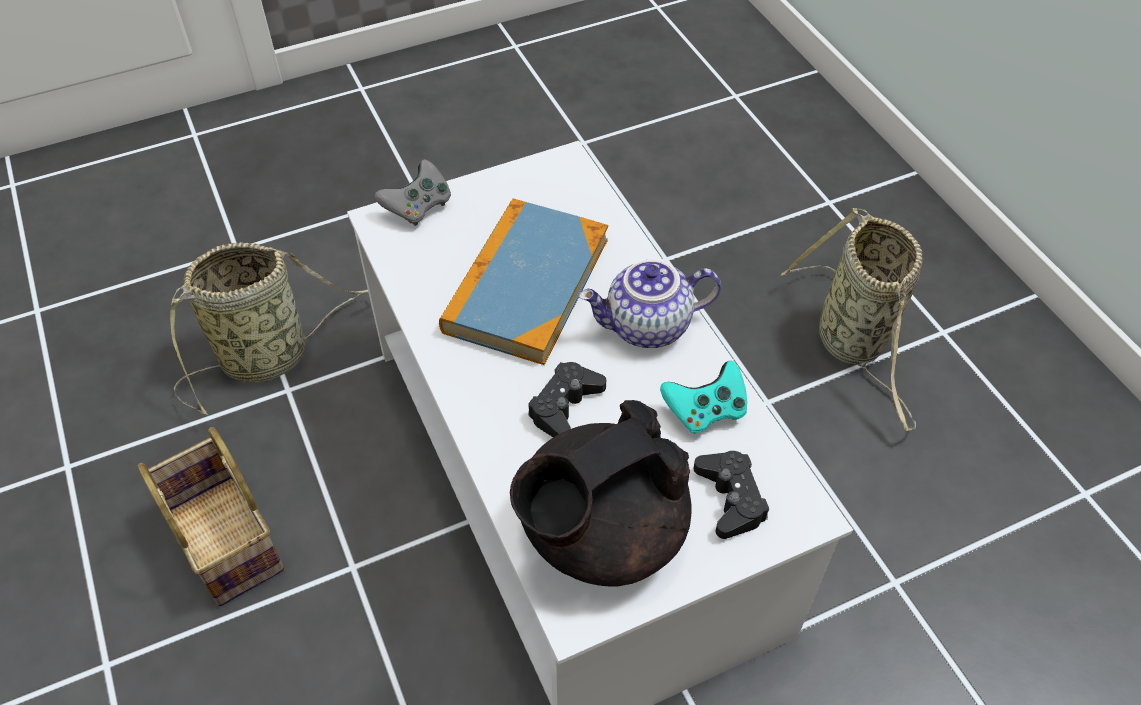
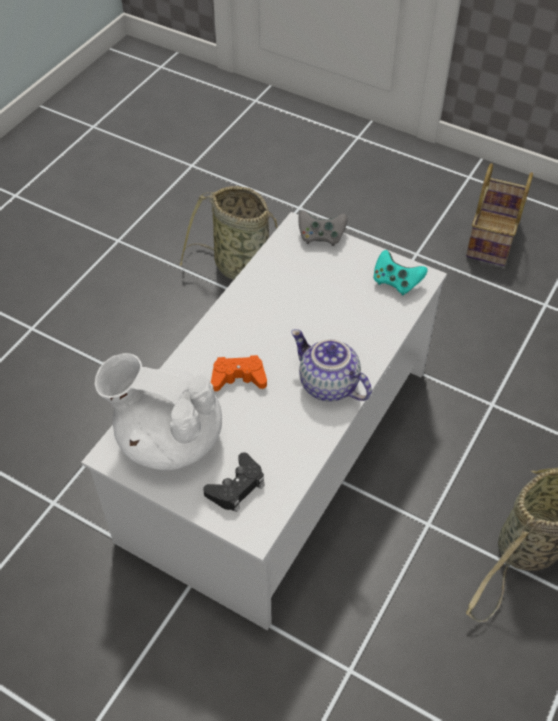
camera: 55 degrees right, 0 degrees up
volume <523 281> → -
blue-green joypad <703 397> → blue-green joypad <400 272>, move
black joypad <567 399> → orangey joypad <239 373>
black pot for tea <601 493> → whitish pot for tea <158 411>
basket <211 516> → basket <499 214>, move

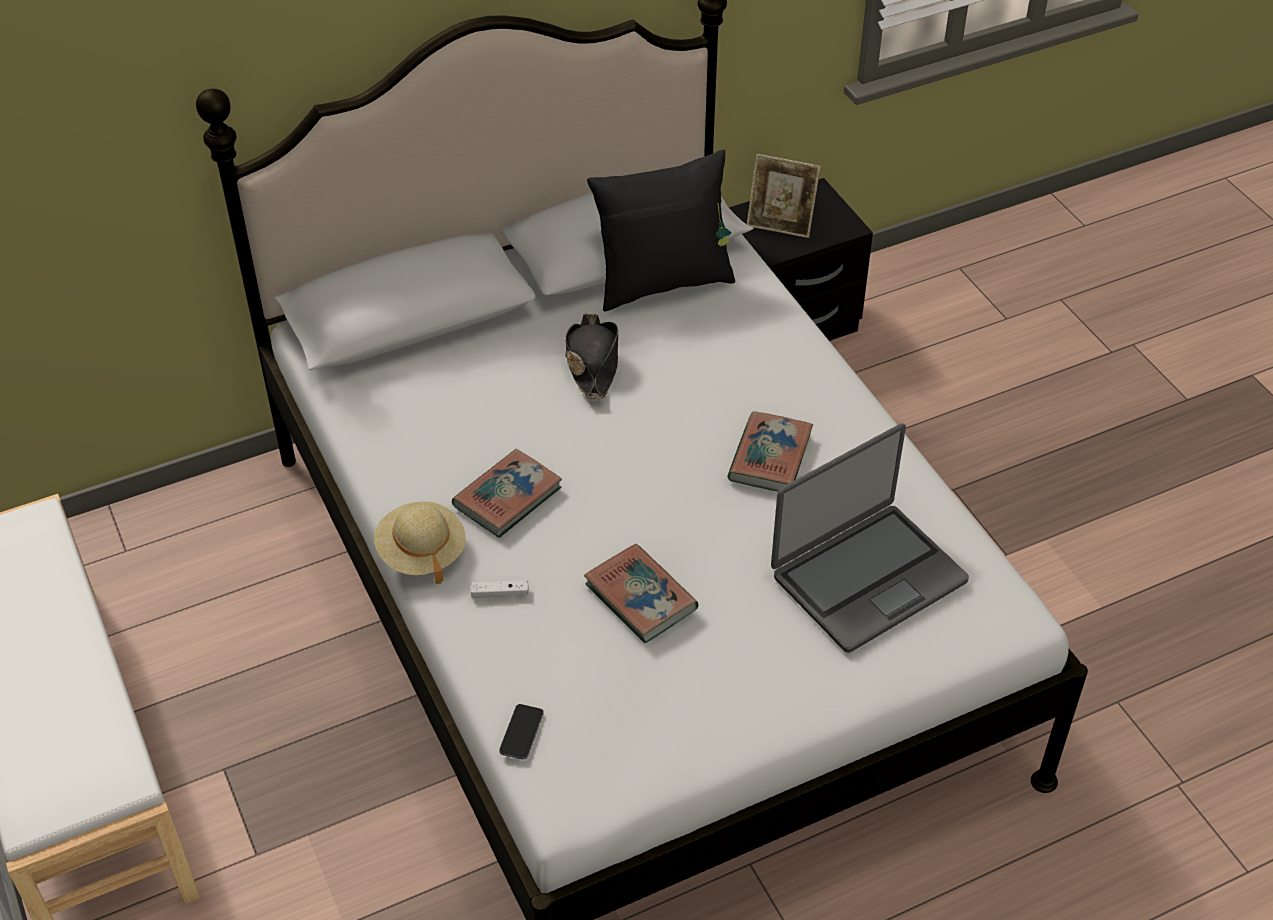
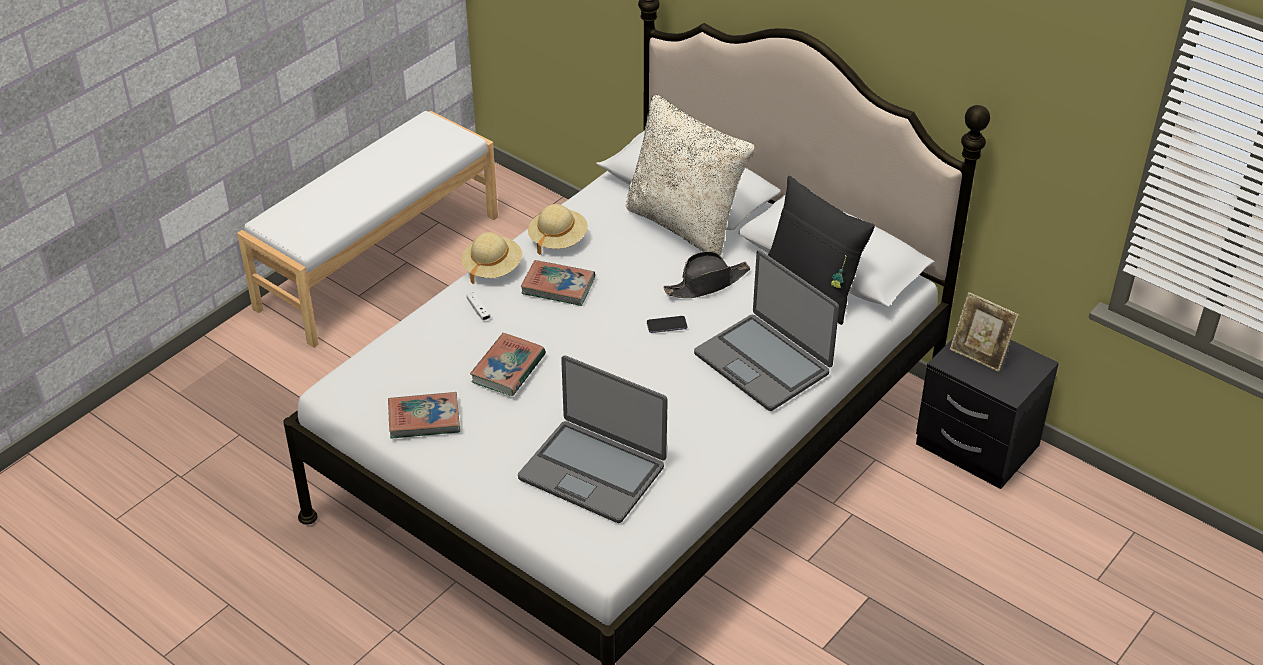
camera: 65 degrees right, 5 degrees down
photo frame <784 196> → photo frame <984 332>, 45 degrees counterclockwise
volume <770 451> → volume <424 415>, move
phone <521 732> → phone <667 324>, move
- → sand-coloured pillow <691 174>
- → sand-coloured wearable hat <558 229>
- → portable computer <766 330>

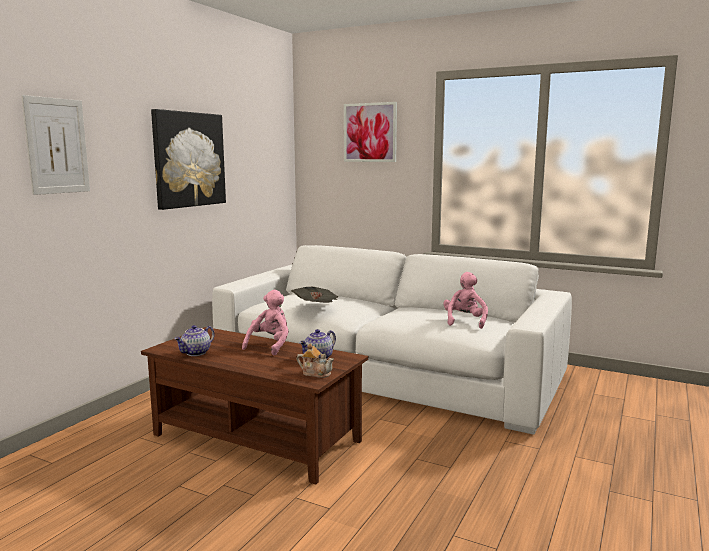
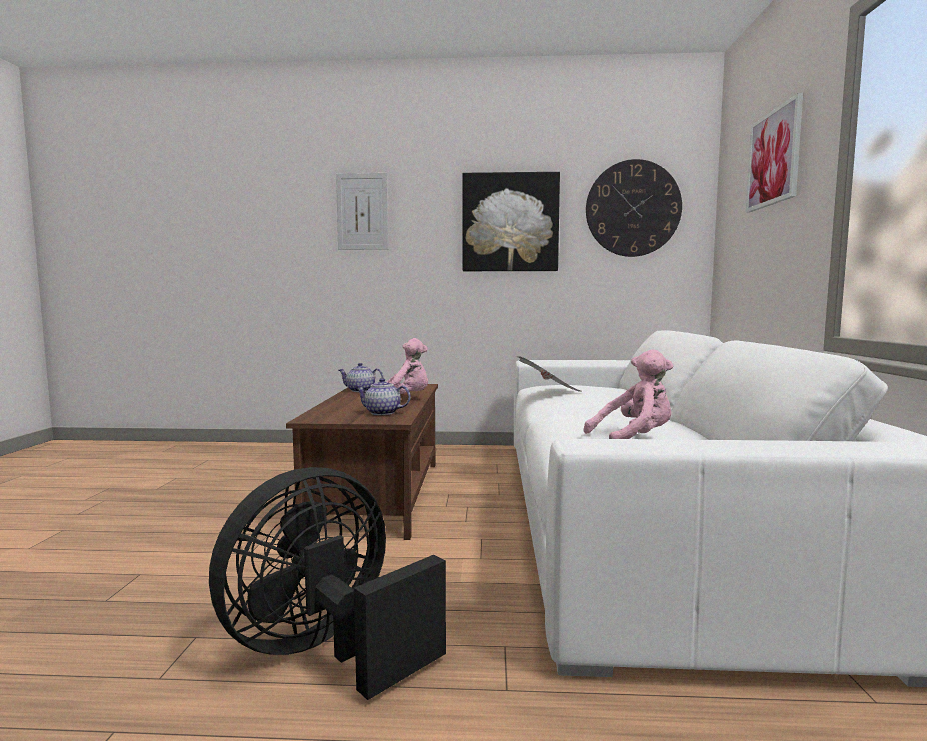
camera: 65 degrees right, 5 degrees down
pot for tea <315 361> → -
- → hanging clock <634 208>
- → black fan <327 583>

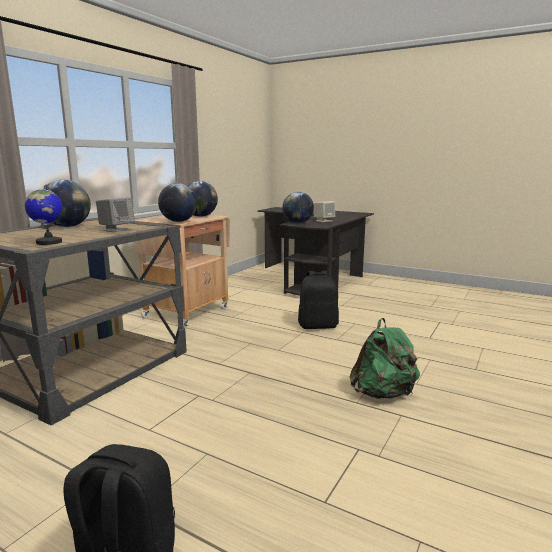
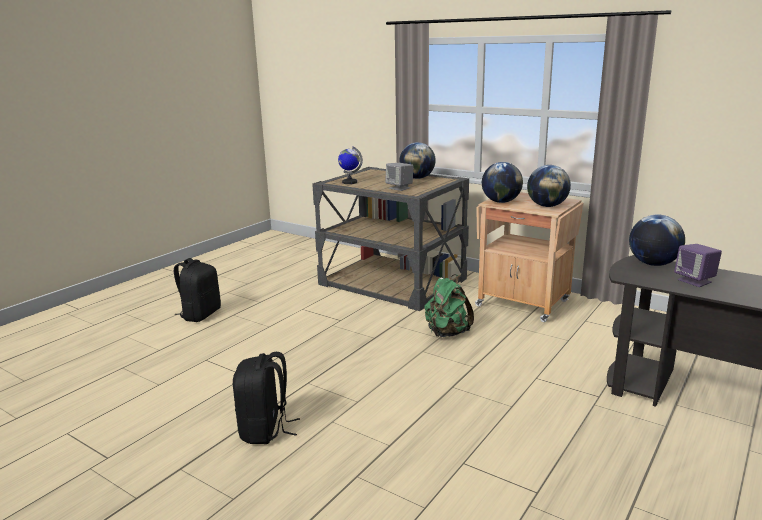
camera: 95 degrees right, 5 degrees up
sand-coloured audio speaker <324 211> → purple audio speaker <698 265>
black rucksack <318 300> → black rucksack <266 398>, move
greenish rucksack <385 358> → greenish rucksack <449 305>, move

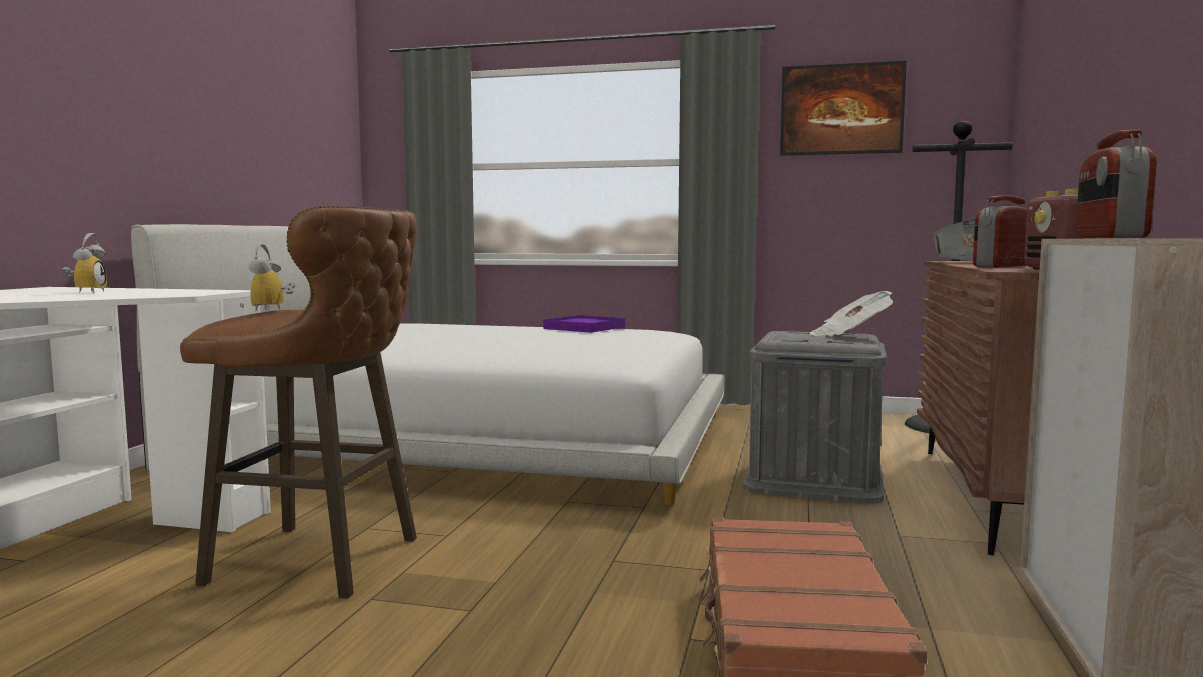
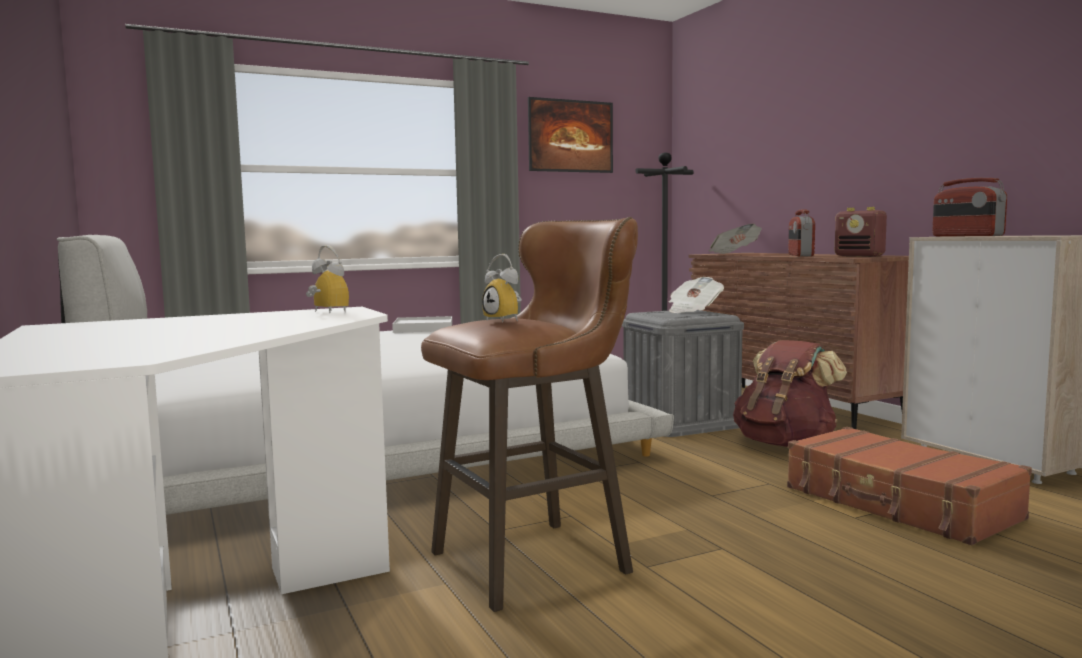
camera: 40 degrees left, 0 degrees up
alarm clock <84 263> → alarm clock <327 279>, move
purple tray <584 324> → whitish tray <422 324>
- → brownish rucksack <790 393>

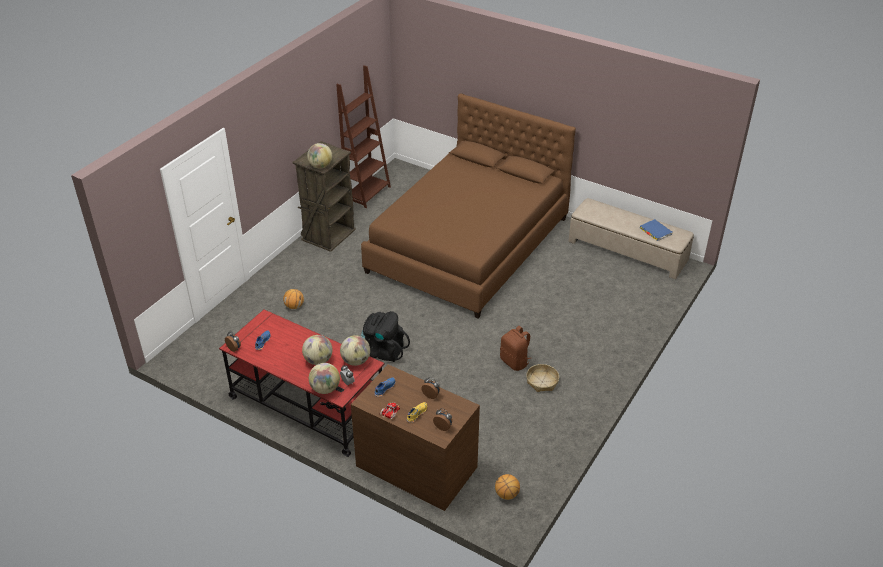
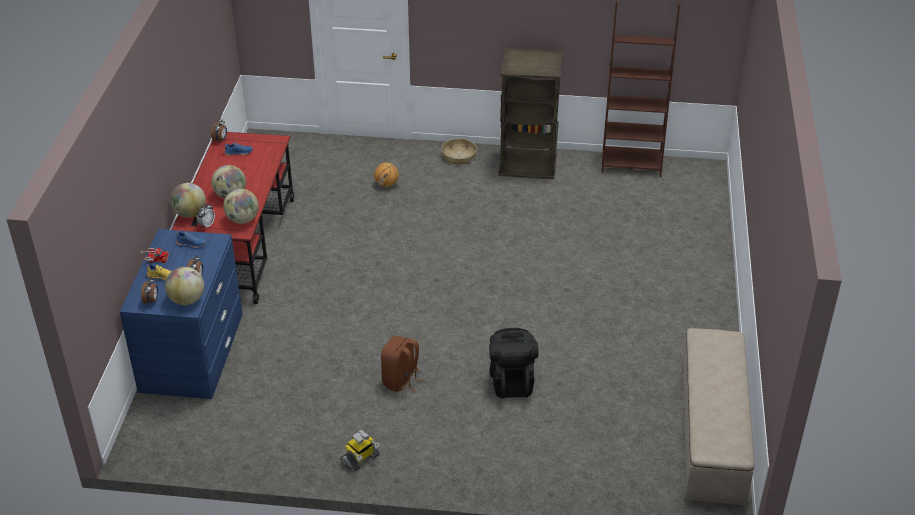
camera: 65 degrees right, 0 degrees up
brownish bedroom bed <468 206> → -
world globe <319 155> → world globe <184 286>, move
blue-coloured volume <656 230> → -
black rucksack <385 336> → black rucksack <514 363>, move
brownish dresser <415 437> → blue-coloured dresser <181 314>
basket <542 378> → basket <459 151>, move
basketball ball <507 487> → -
- → toy robot <360 451>

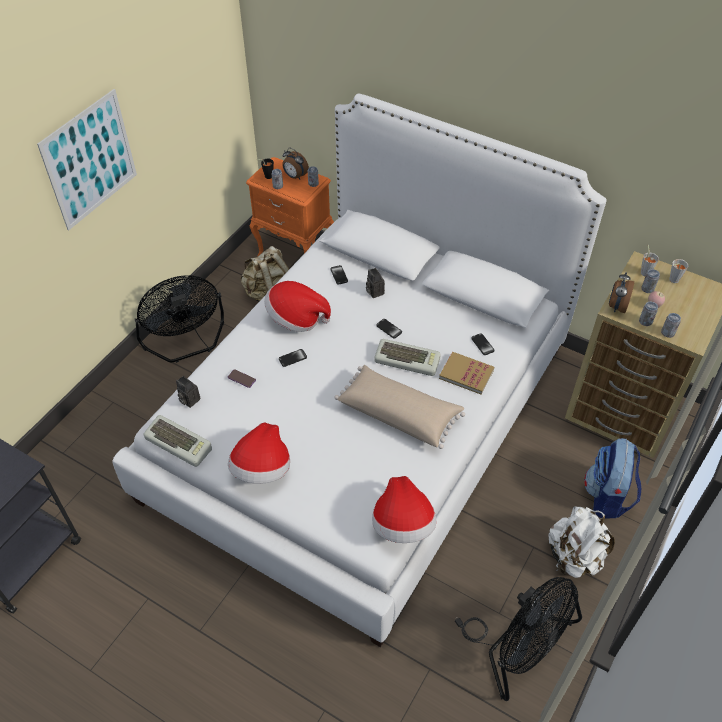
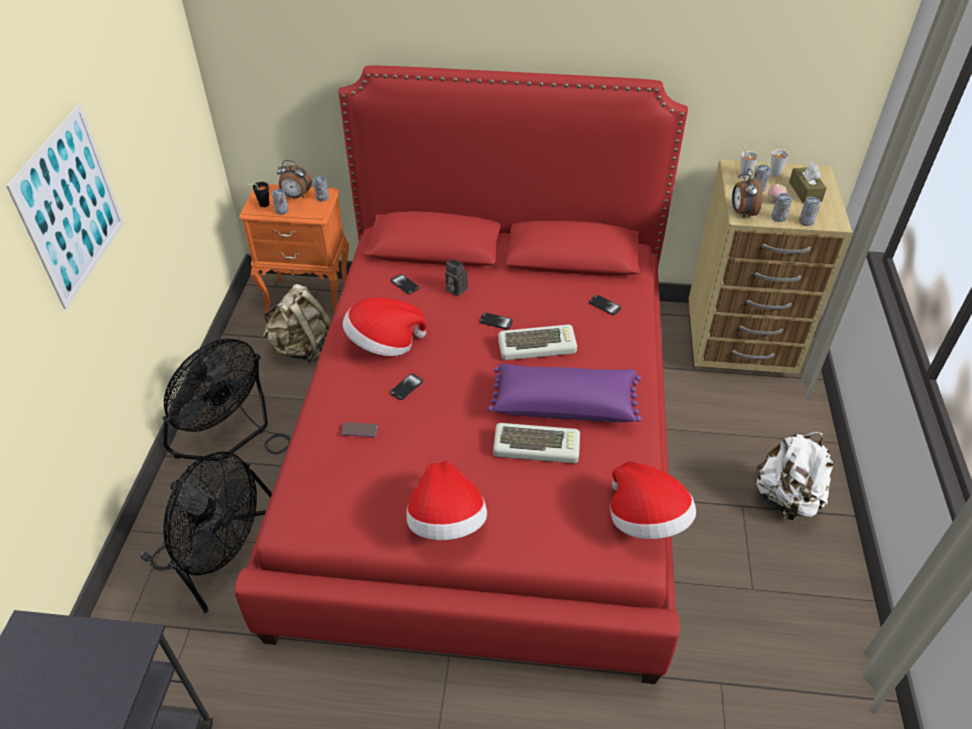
camera: 25 degrees left, 5 degrees down
whitish bedroom bed <359 370> → red-coloured bedroom bed <461 374>
volume <466 373> → -
sand-coloured pillow <399 407> → purple pillow <565 392>
still camera <188 392> → -
PC keyboard <178 441> → PC keyboard <536 443>, move
rucksack <612 478> → -
black fan <518 639> → black fan <206 532>, move
- → brownish box of tissues <808 182>

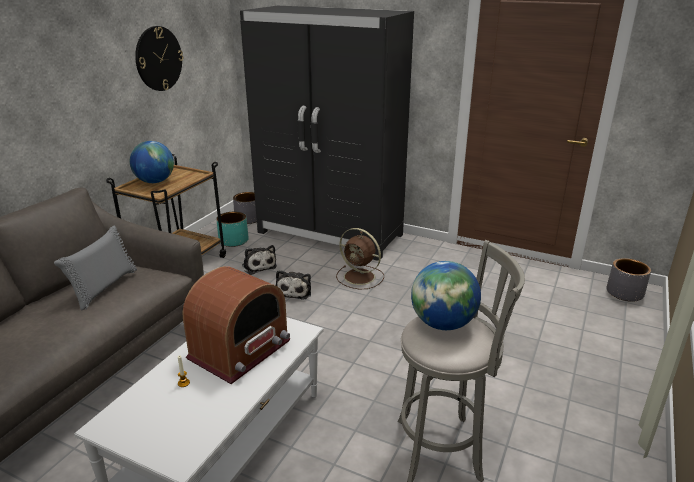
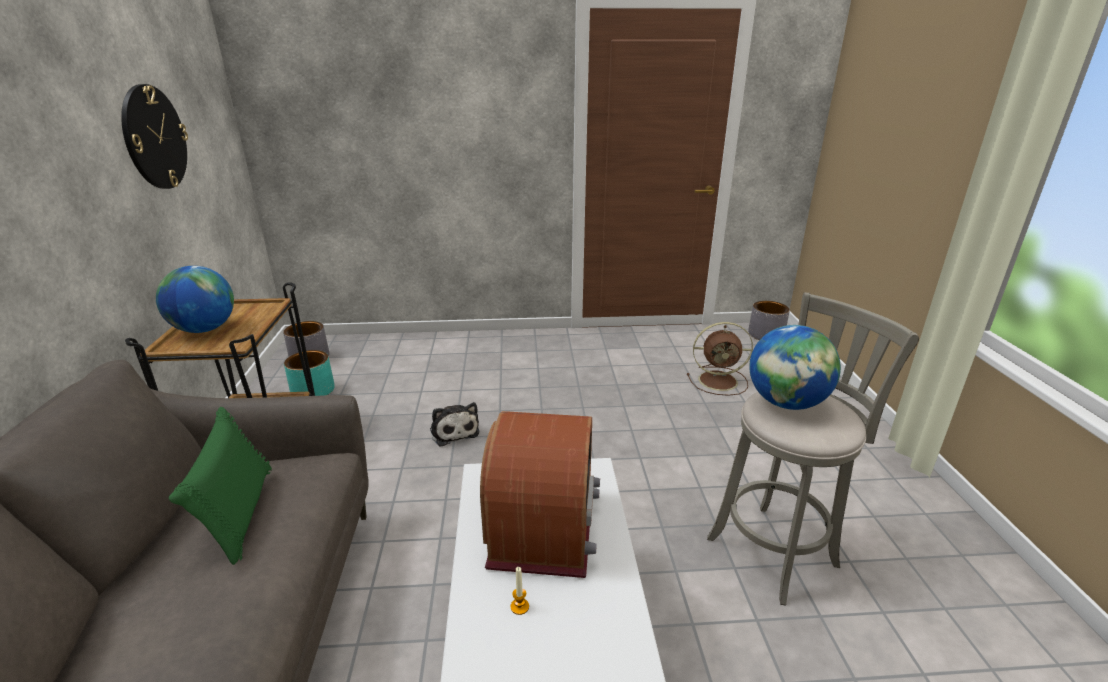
camera: 30 degrees left, 0 degrees up
black cabinet <327 133> → -
grey pillow <95 268> → greenish pillow <220 486>
brownish fan <360 259> → brownish fan <720 359>, move
plush toy <259 260> → -

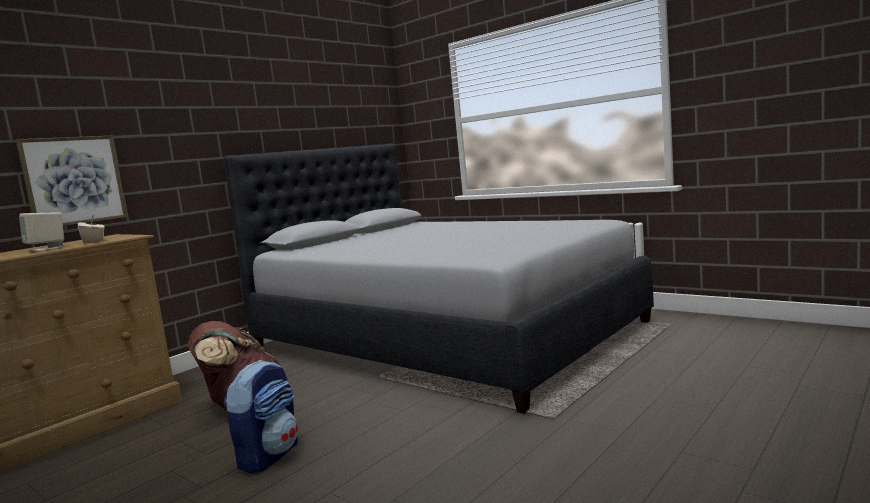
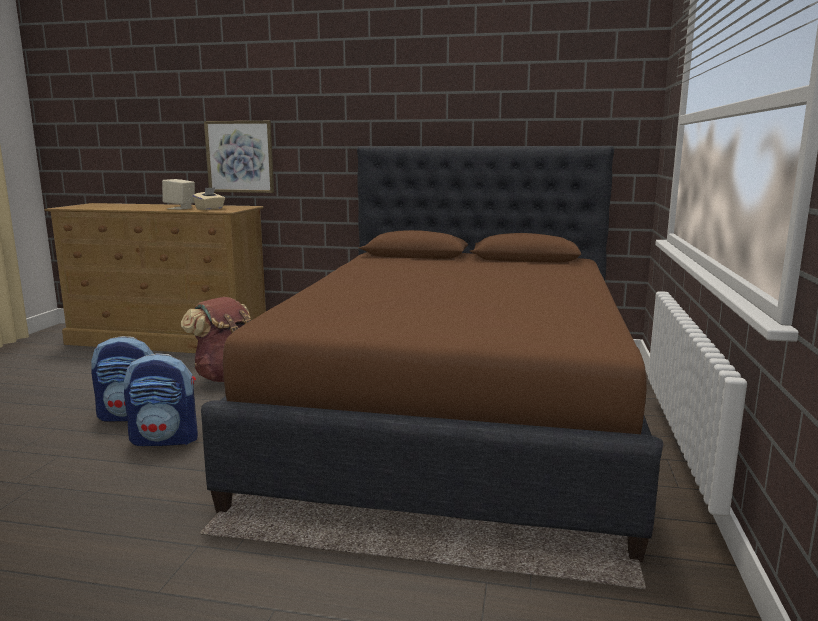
camera: 60 degrees right, 5 degrees up
grey bedroom bed <439 278> → brownish bedroom bed <432 354>
- → rucksack <161 399>

